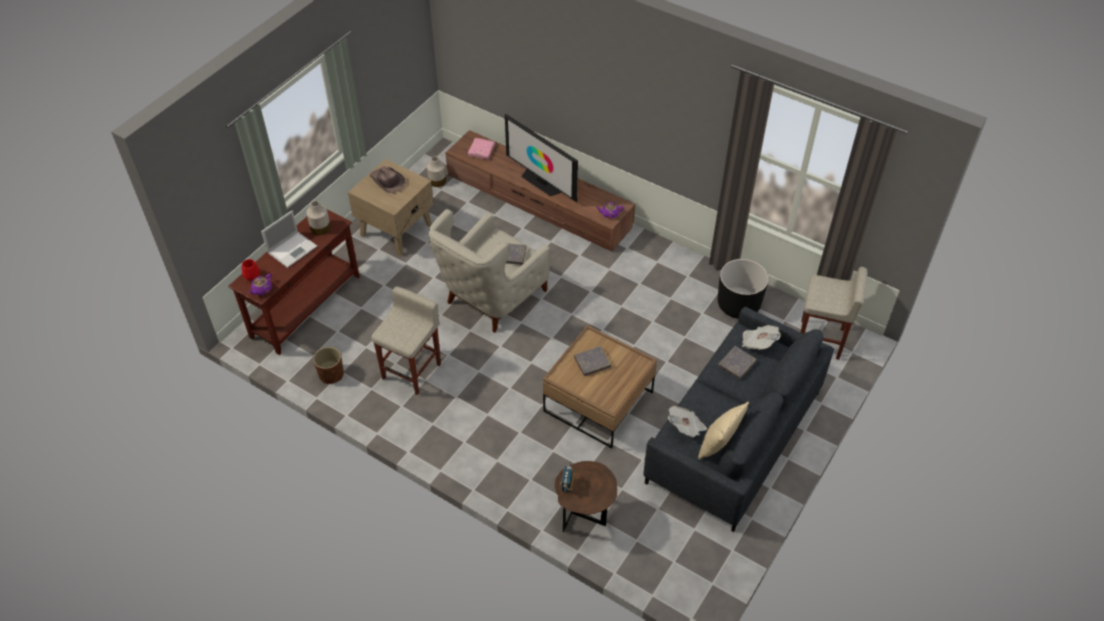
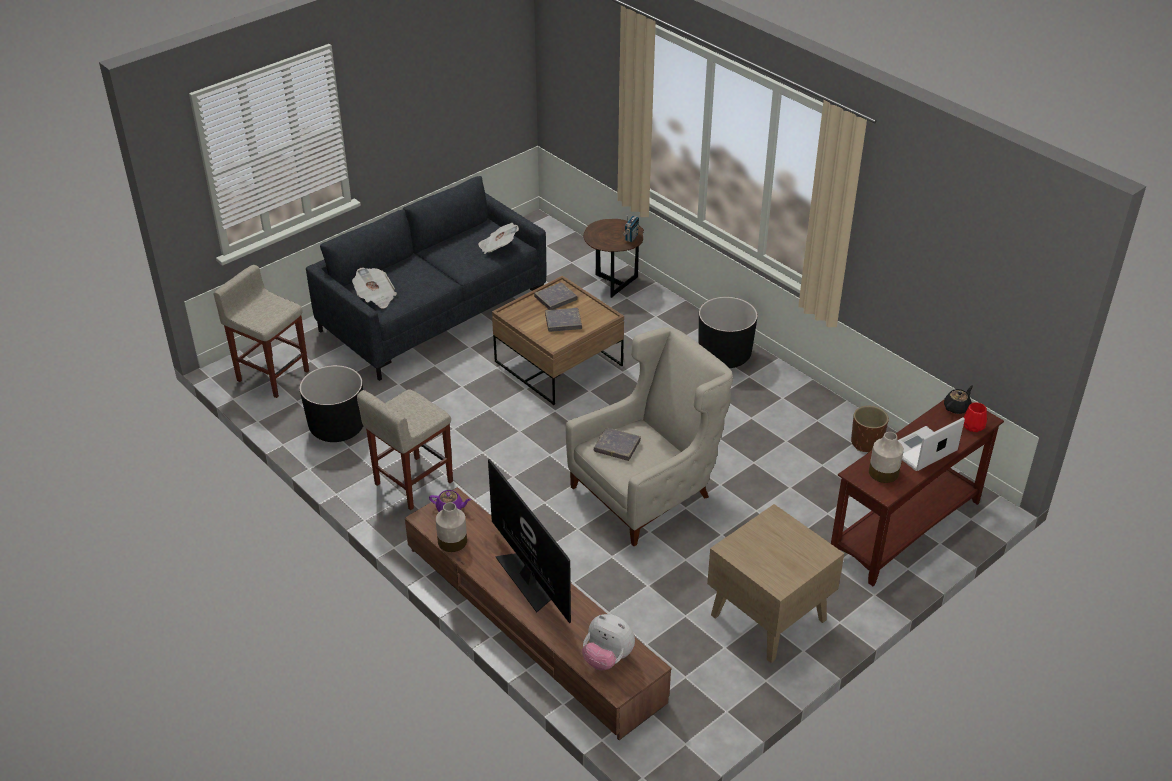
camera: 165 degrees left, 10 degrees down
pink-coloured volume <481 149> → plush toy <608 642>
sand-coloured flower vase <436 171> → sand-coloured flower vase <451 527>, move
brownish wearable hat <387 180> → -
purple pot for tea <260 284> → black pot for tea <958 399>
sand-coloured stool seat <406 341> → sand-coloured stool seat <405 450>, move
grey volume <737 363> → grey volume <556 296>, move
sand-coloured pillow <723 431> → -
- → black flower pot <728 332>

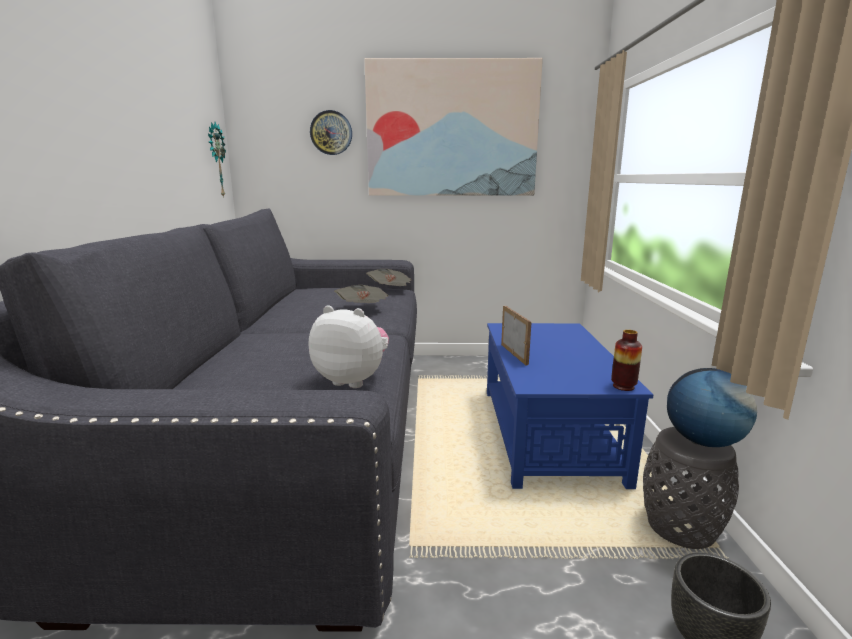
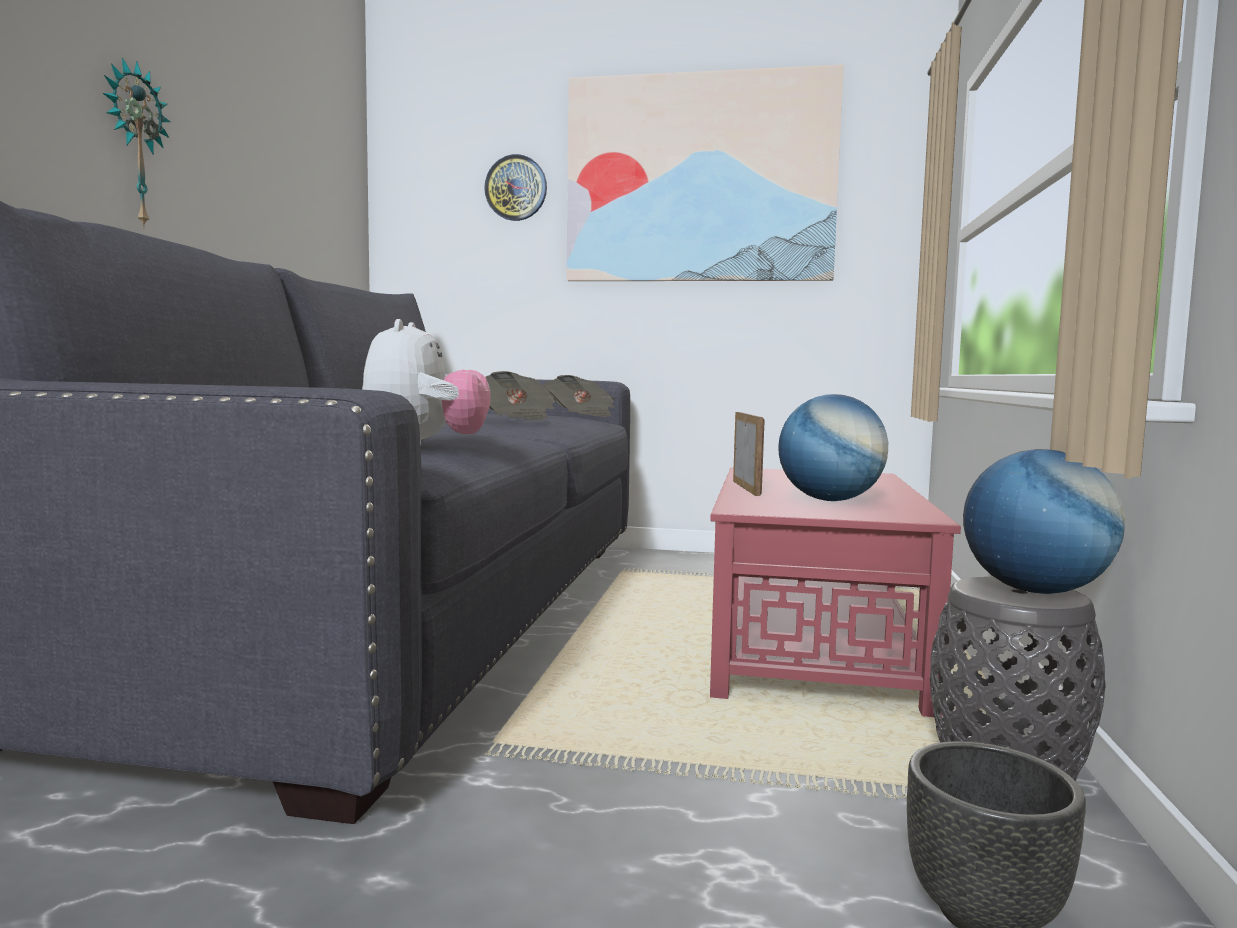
camera: 10 degrees right, 10 degrees down
hanging clock <217 160> → hanging clock <136 143>, move
plush toy <349 346> → plush toy <426 382>, 60 degrees clockwise
blue-coloured low table <570 406> → red-coloured low table <835 592>
flower vase <626 360> → -
- → world globe <833 447>

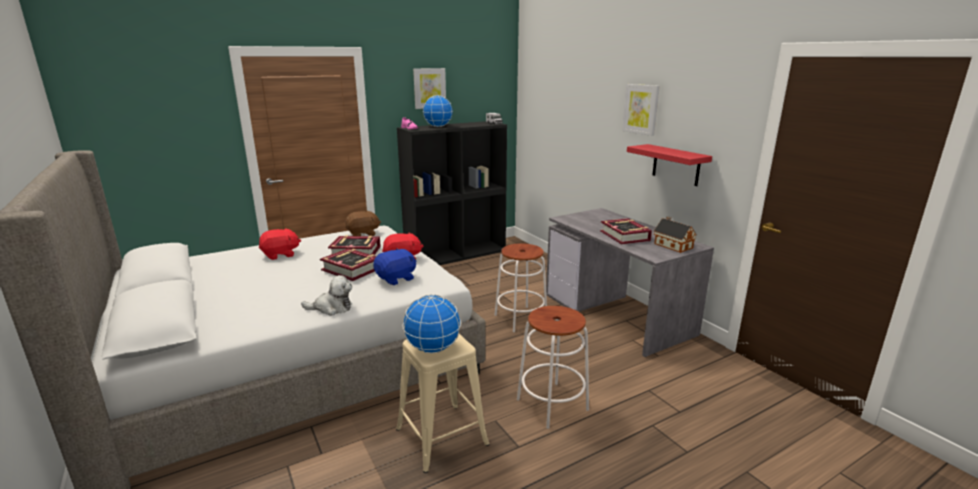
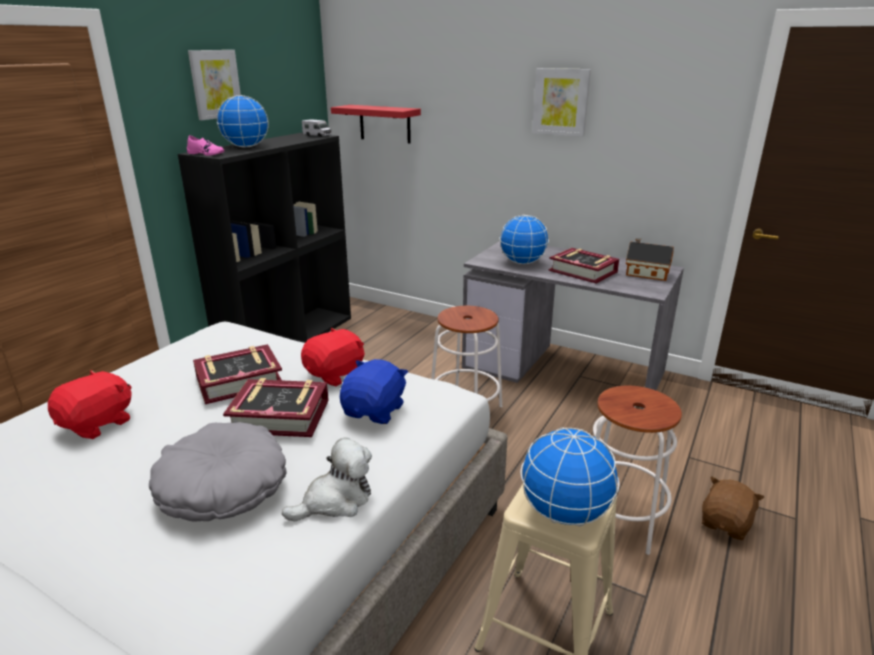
camera: 30 degrees left, 5 degrees up
red-coloured bracket shelf <669 165> → red-coloured bracket shelf <376 124>, move
brownish plush toy <363 223> → brownish plush toy <733 508>, move
- → world globe <524 239>
- → grey pillow <217 472>

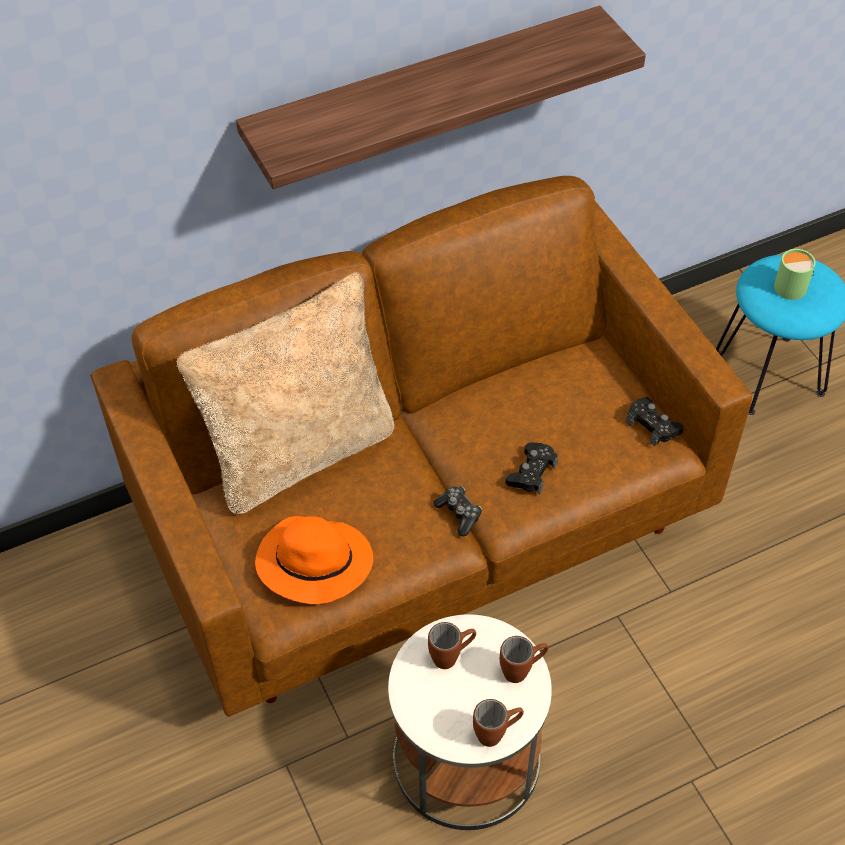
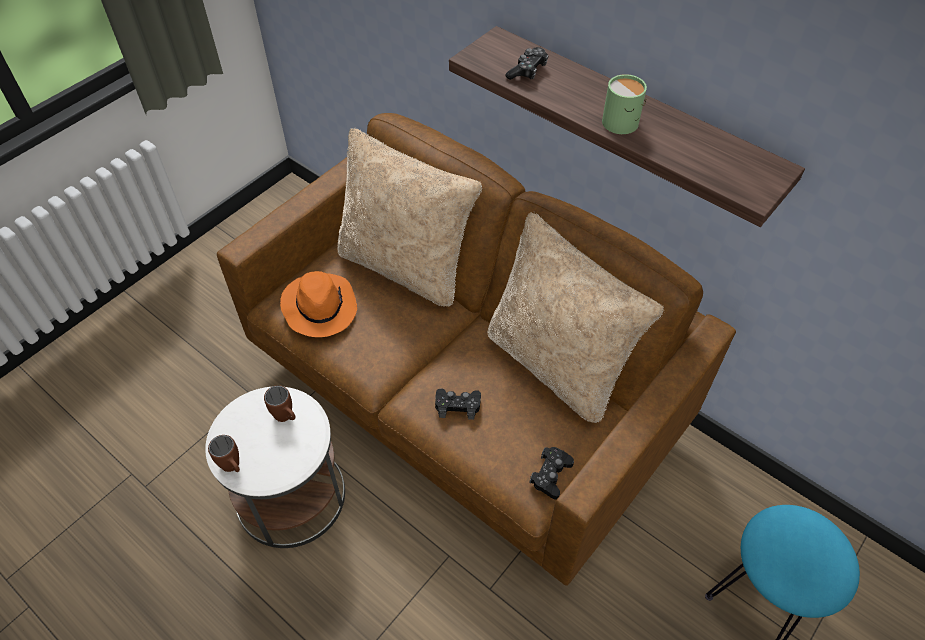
camera: 65 degrees right, 0 degrees up
greenish coffee mug <795 274> → greenish coffee mug <624 104>, move
joypad <457 511> → joypad <527 63>, move
brownish coffee mug <524 659> → -
- → sand-coloured pillow <576 317>

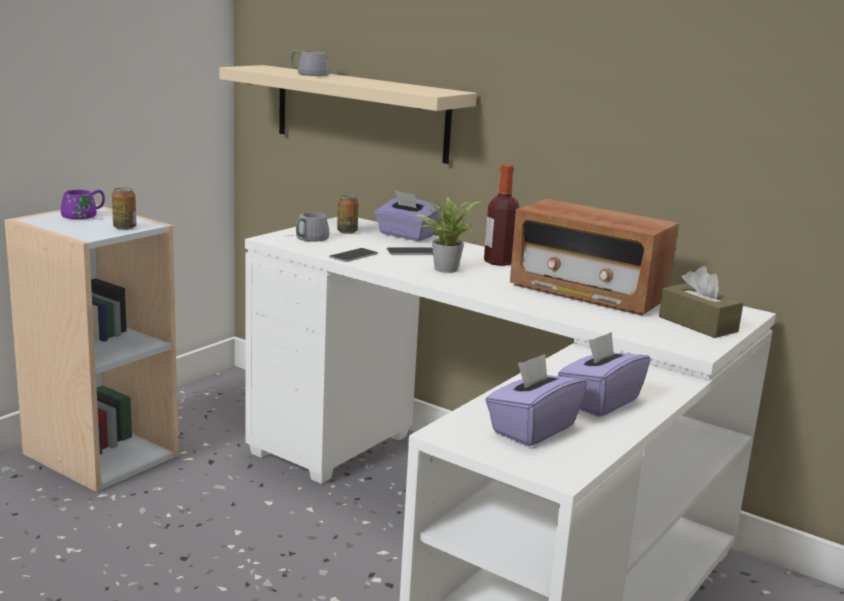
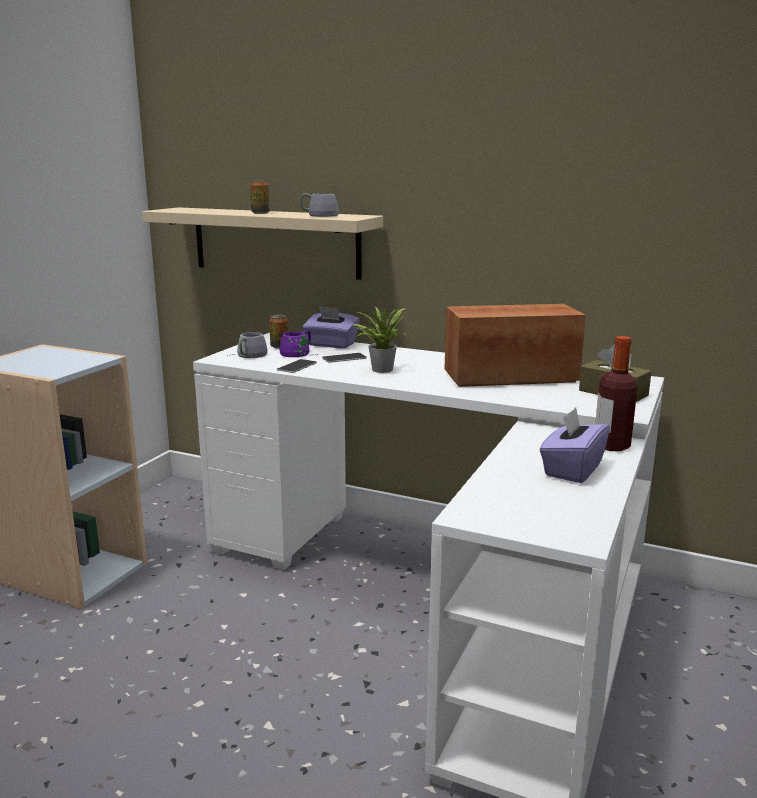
camera: 10 degrees left, 0 degrees up
grey coffee mug <310 63> → grey coffee mug <319 205>, move
bottle <502 215> → bottle <616 393>, move
can <124 209> → can <260 197>, move
purple coffee mug <83 204> → purple coffee mug <299 343>, move
radio set <594 257> → radio set <515 345>, 150 degrees clockwise
purple box of tissues <536 400> → -

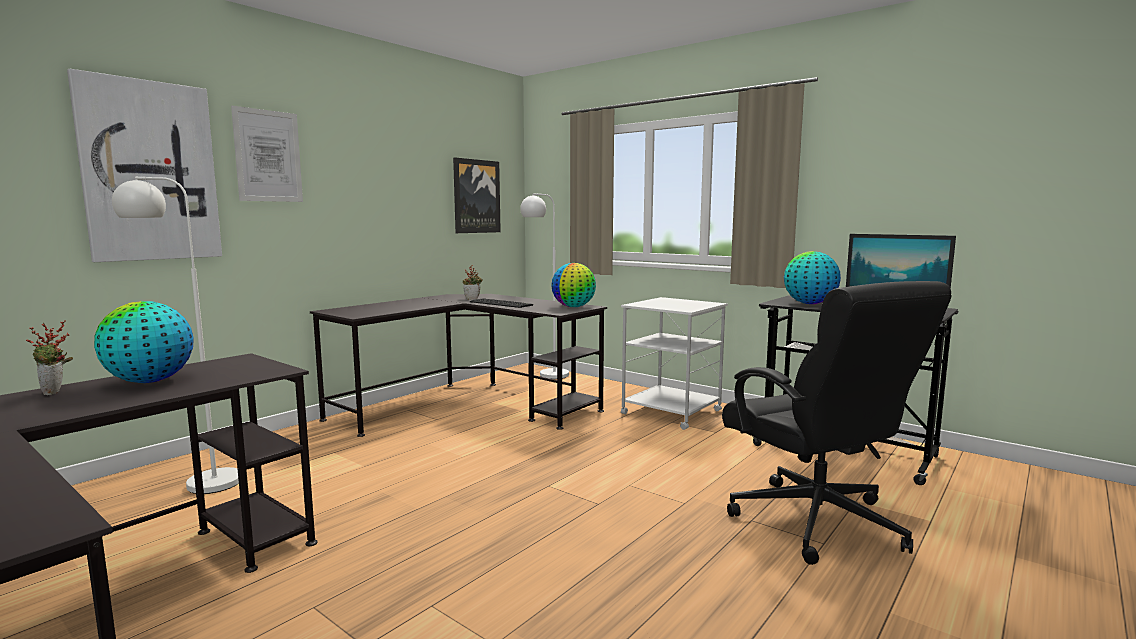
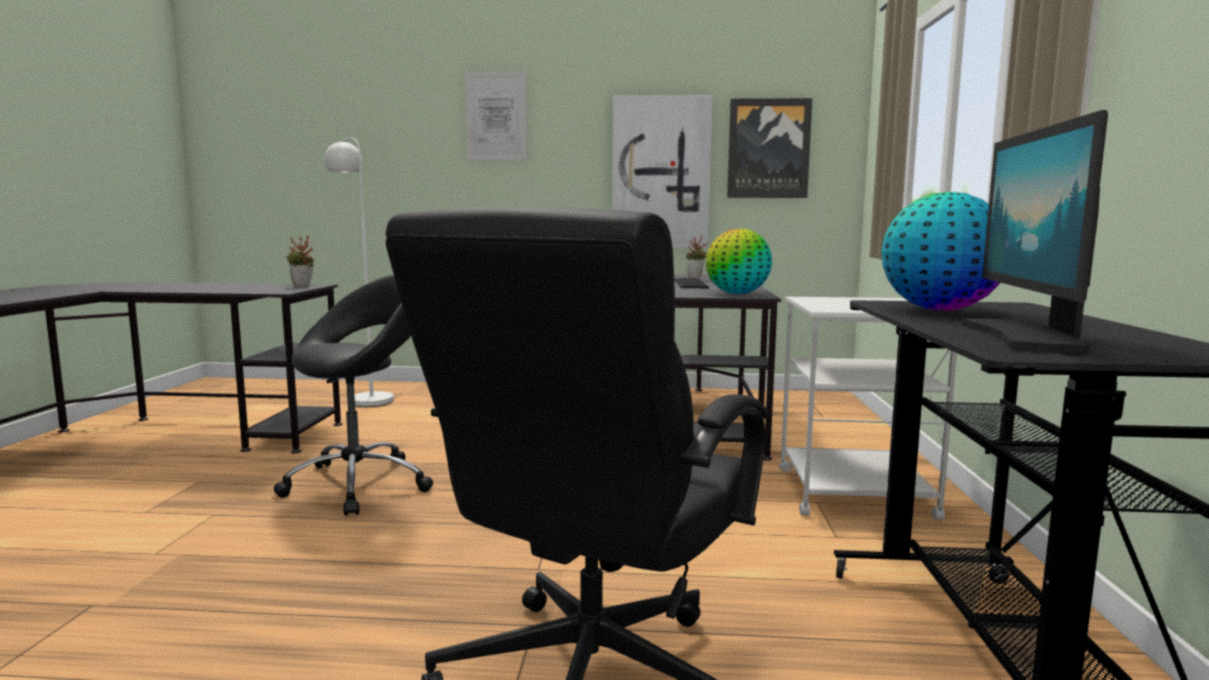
camera: 55 degrees right, 0 degrees up
wall art <144 165> → wall art <662 171>, move
whitish standing lamp <544 286> → -
world globe <144 342> → -
plant in a pot <49 357> → plant in a pot <300 261>, move
- → black desk chair <353 395>

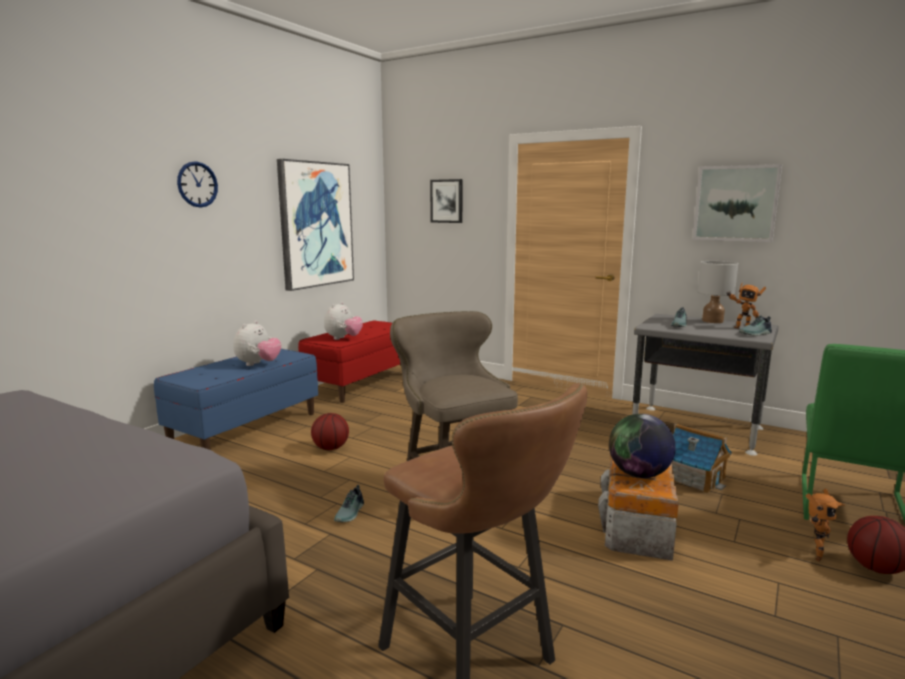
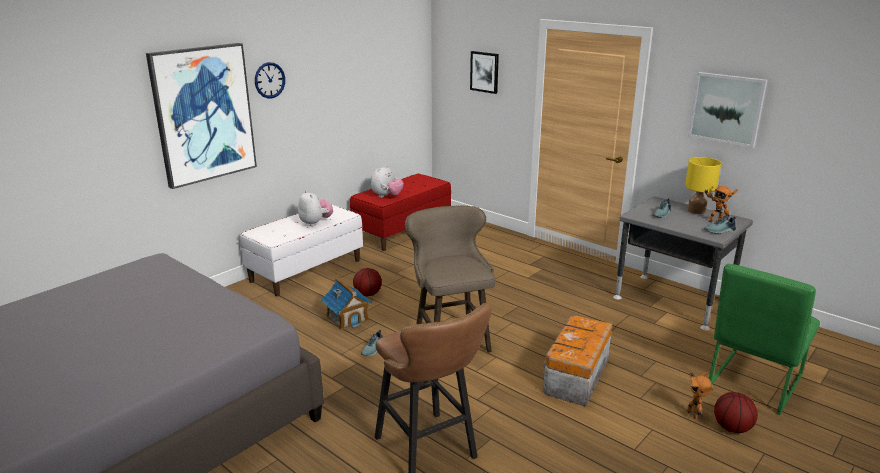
camera: 10 degrees right, 10 degrees up
wall art <315 225> → wall art <201 116>, move
grey tabletop lamp <718 292> → yellow tabletop lamp <703 185>
plush toy <257 343> → plush toy <315 208>, 60 degrees counterclockwise
blue-coloured bench <236 399> → whitish bench <301 250>
world globe <642 446> → -
miniature house <702 459> → miniature house <346 304>, move
toy robot <825 525> → toy robot <700 395>, 120 degrees clockwise

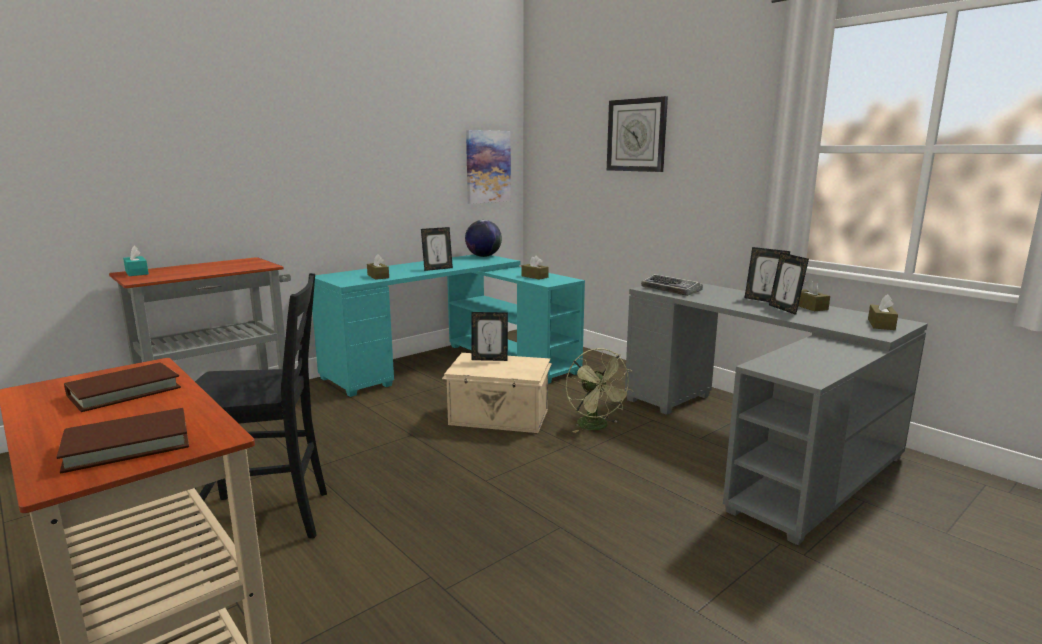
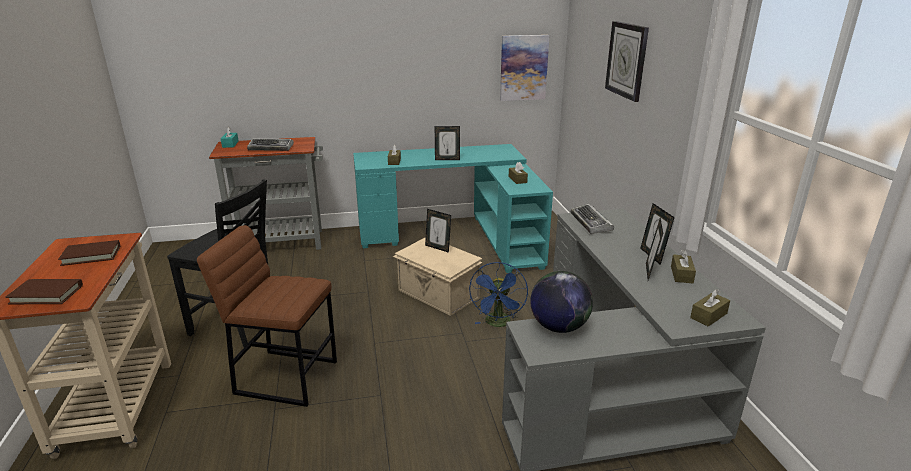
camera: 30 degrees right, 10 degrees up
world globe <483 238> → world globe <561 302>, move
greenish fan <599 390> → blue-coloured fan <498 294>
- → PC keyboard <270 144>
- → brownish upright chair <267 316>

